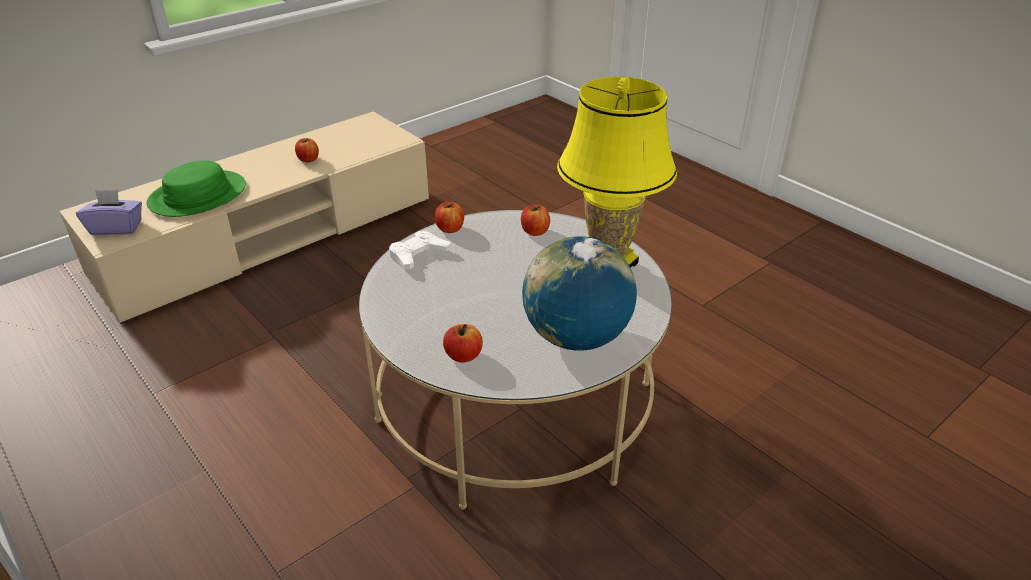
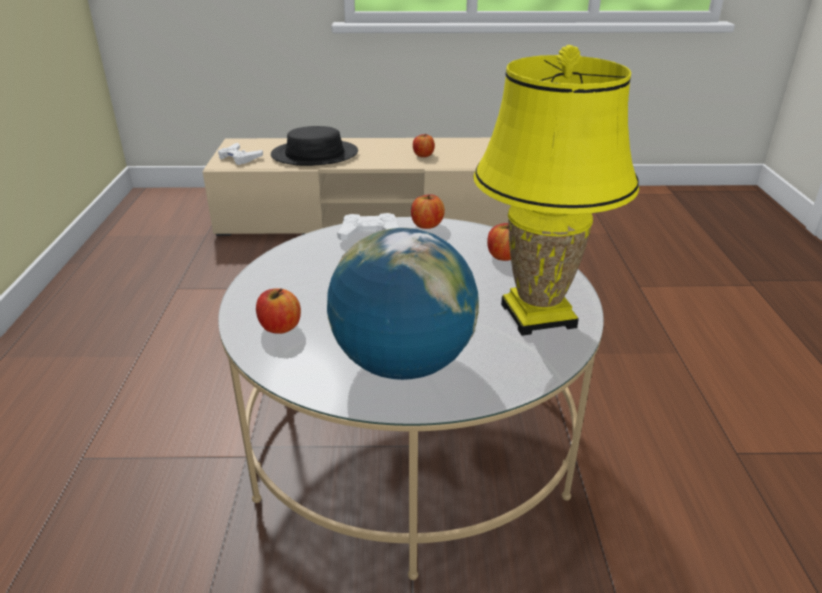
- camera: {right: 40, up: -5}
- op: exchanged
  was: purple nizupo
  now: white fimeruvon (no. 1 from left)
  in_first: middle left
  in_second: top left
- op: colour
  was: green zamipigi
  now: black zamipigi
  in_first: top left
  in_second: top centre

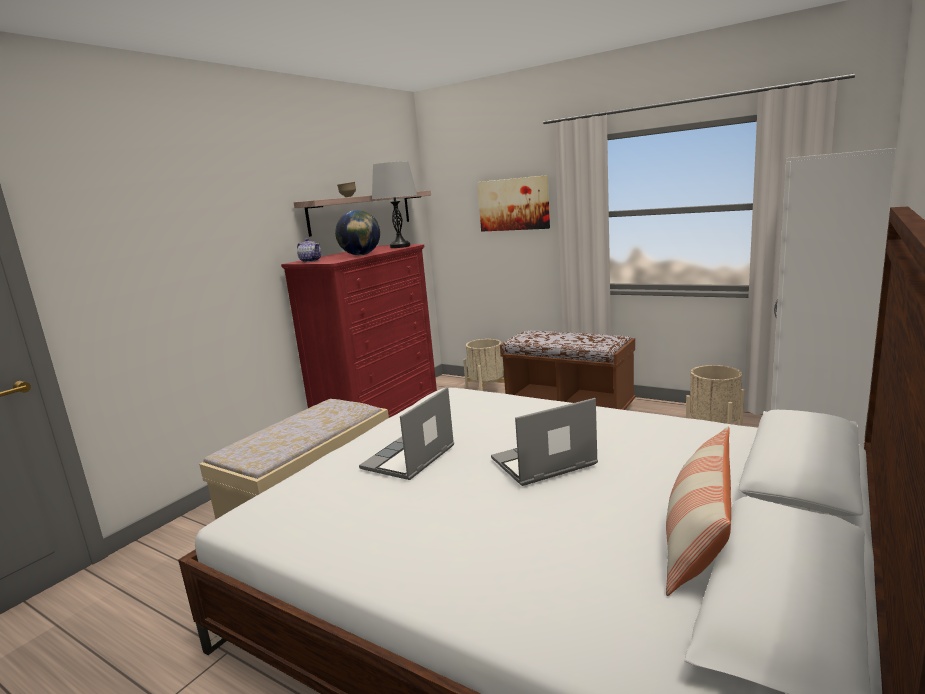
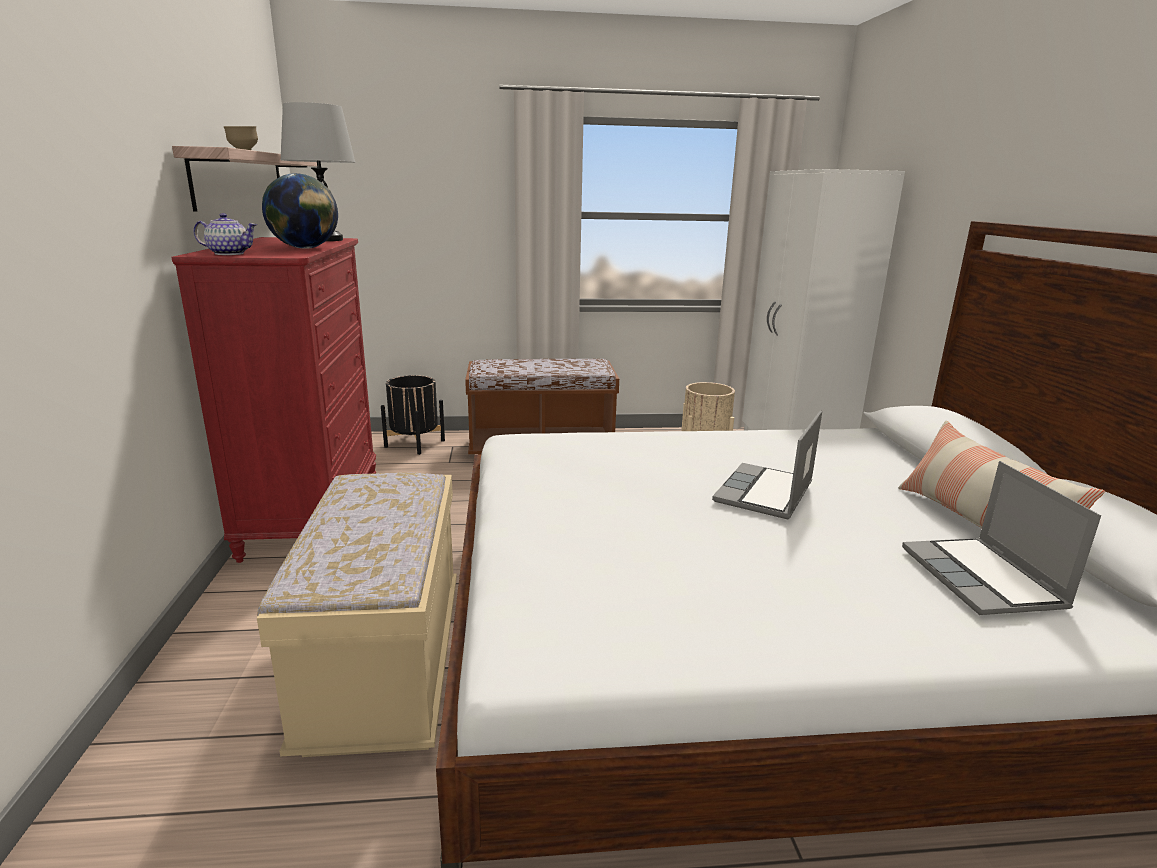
- camera: {right: -40, up: 5}
- op: relocated
  was: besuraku (no. 1 from left in the first image)
  now: besuraku (no. 2 from left)
  in_first: centre
  in_second: middle right
- op: colour
  was: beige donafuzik (no. 1 from left)
  now: black donafuzik
  in_first: centre
  in_second: centre
- op: missing
  was: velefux
  in_first: top centre

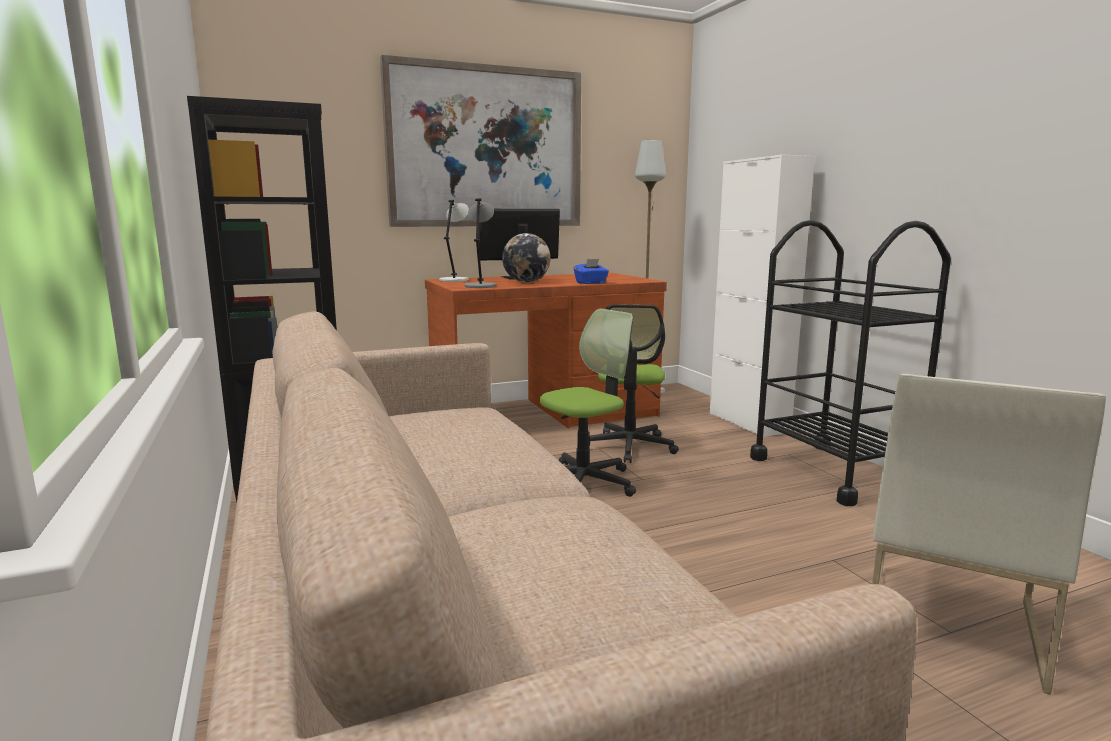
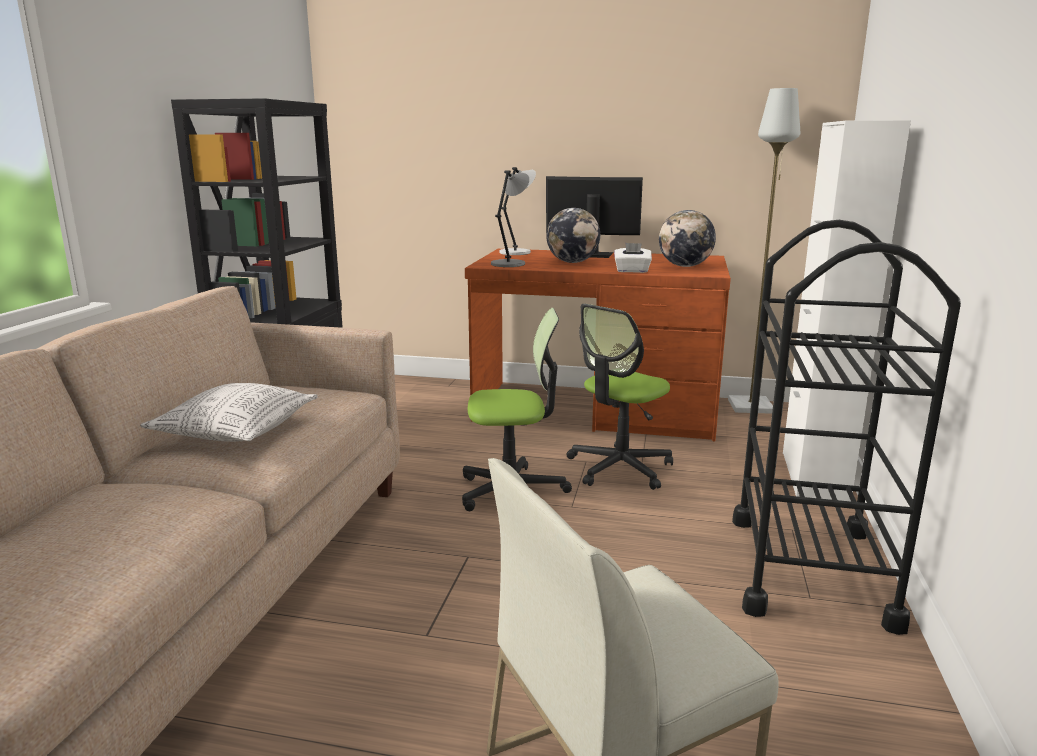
- camera: {right: 35, up: 5}
- op: missing
  was: velefux
  in_first: top centre
- op: colour
  was: blue nizupo
  now: white nizupo
  in_first: centre
  in_second: centre
- op: appeared
  now: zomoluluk
  in_second: middle left
- op: appeared
  now: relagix (no. 2 from left)
  in_second: top centre

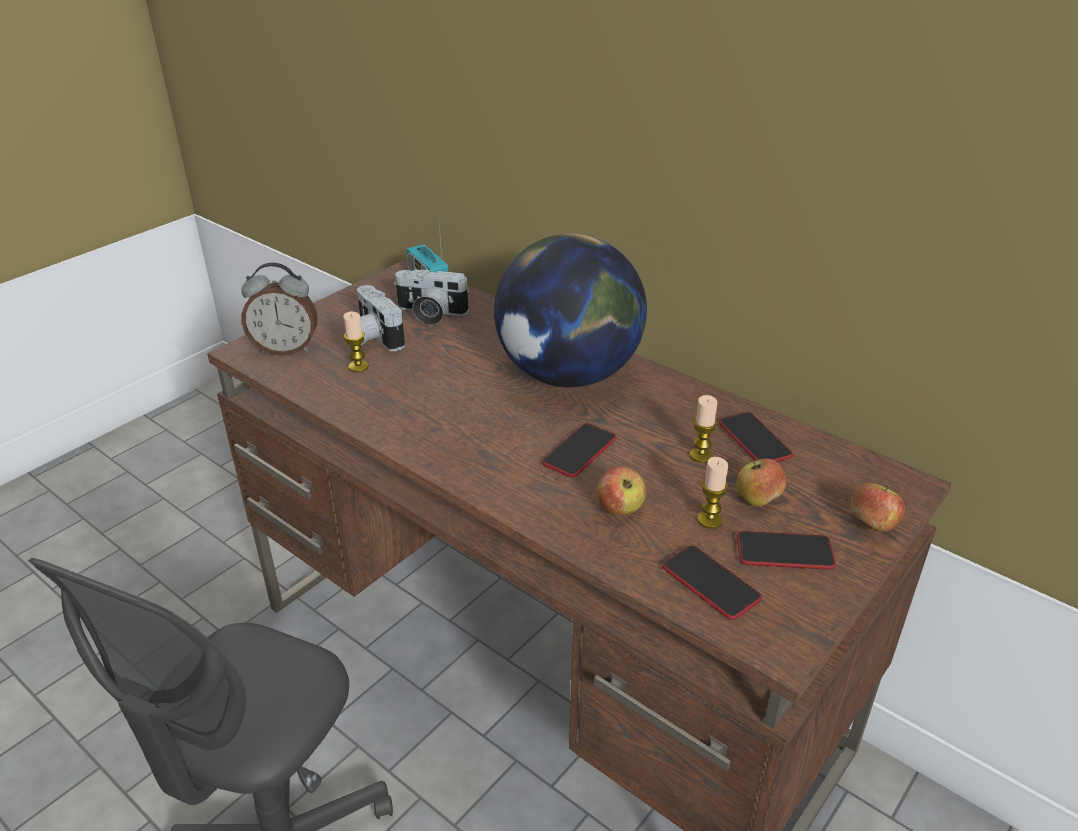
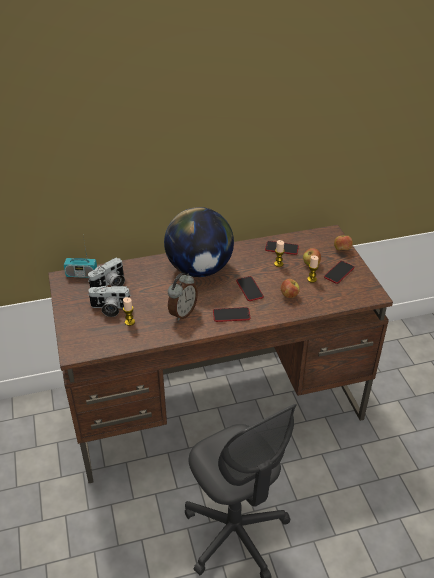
- camera: {right: -55, up: 5}
- op: relocated
  was: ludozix
  in_first: middle left
  in_second: centre
- op: relocated
  was: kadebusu (no. 2 from left in the first image)
  now: kadebusu (no. 1 from left)
  in_first: bottom centre
  in_second: centre

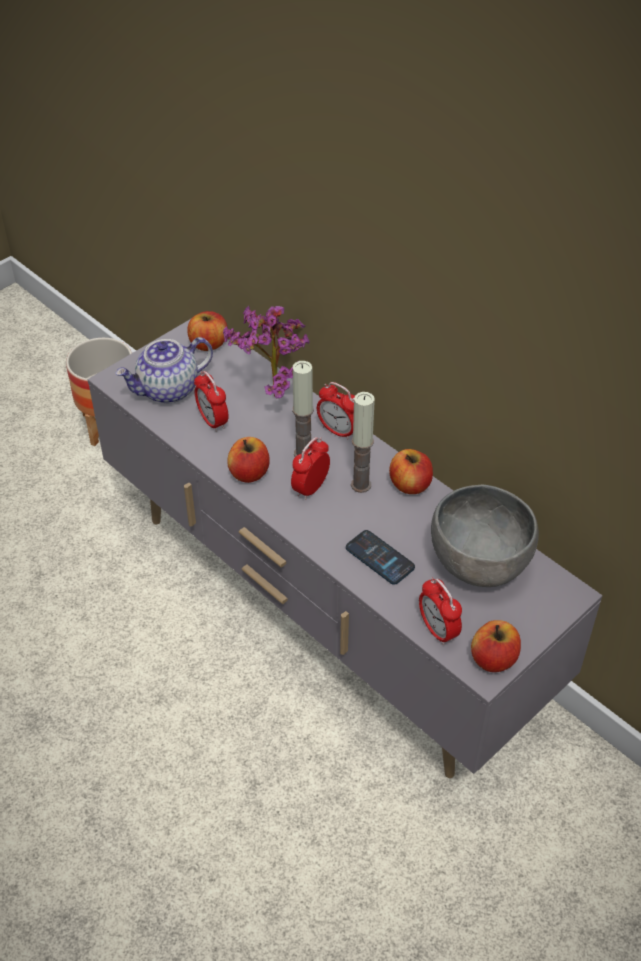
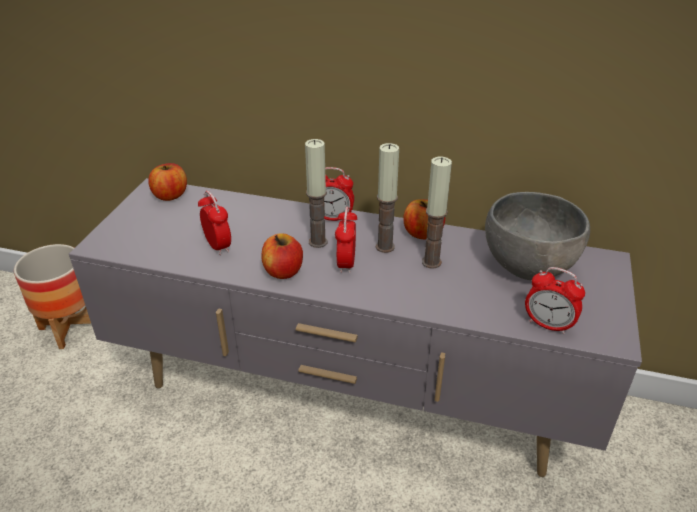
- camera: {right: -30, up: -10}
- op: missing
  was: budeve
  in_first: middle left
- op: spun
  was: ludozix (no. 1 from left)
  in_first: middle left
  in_second: middle left
  clockwise: -150
- op: missing
  was: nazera
  in_first: centre
- op: missing
  was: kadebusu
  in_first: centre
- op: missing
  was: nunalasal (no. 4 from left)
  in_first: bottom right
- op: appeared
  now: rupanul (no. 3 from left)
  in_second: centre

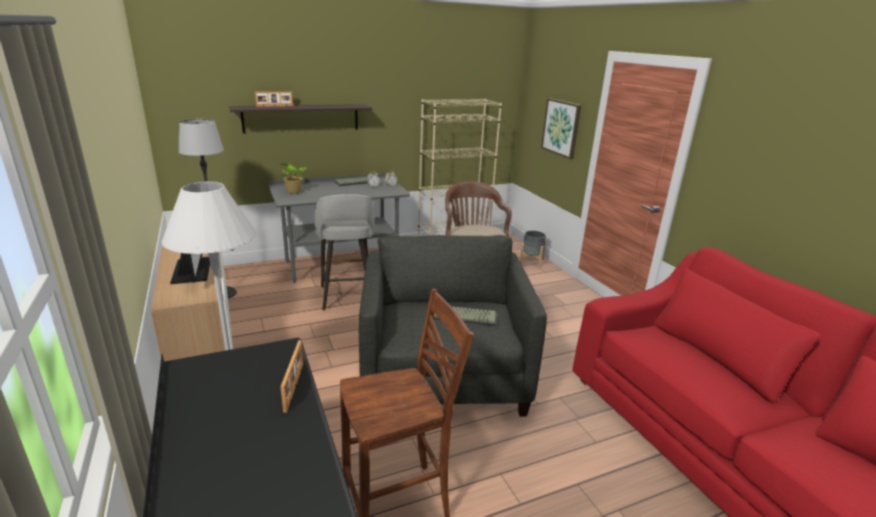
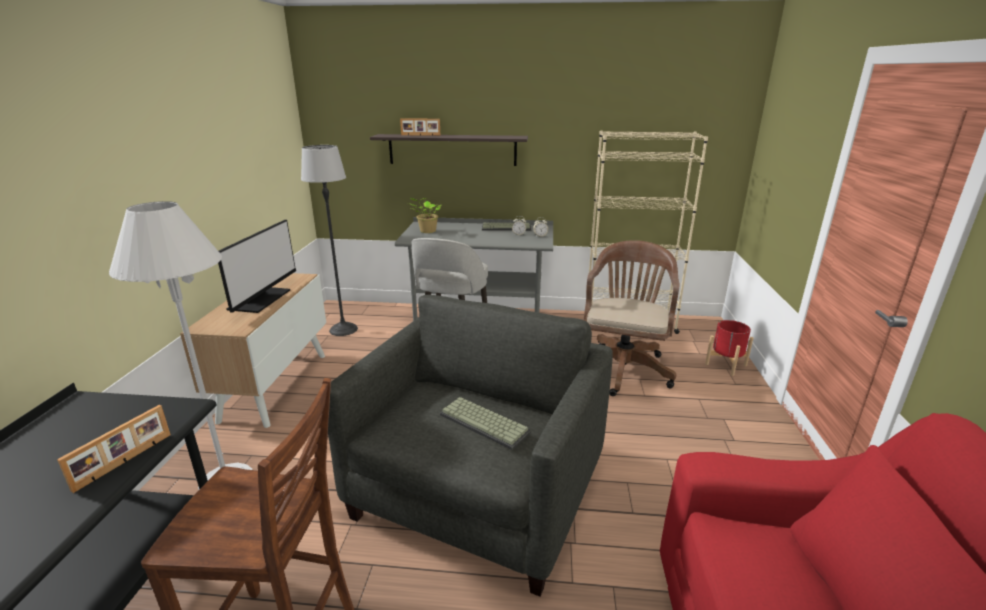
- camera: {right: 30, up: 0}
- op: colour
  was: grey donafuzik
  now: red donafuzik
  in_first: centre
  in_second: middle right
- op: missing
  was: velefux
  in_first: top centre

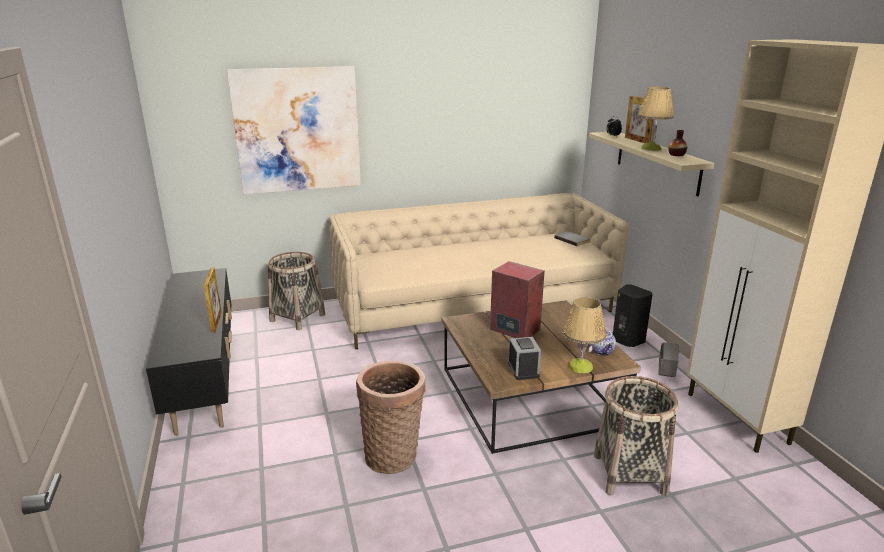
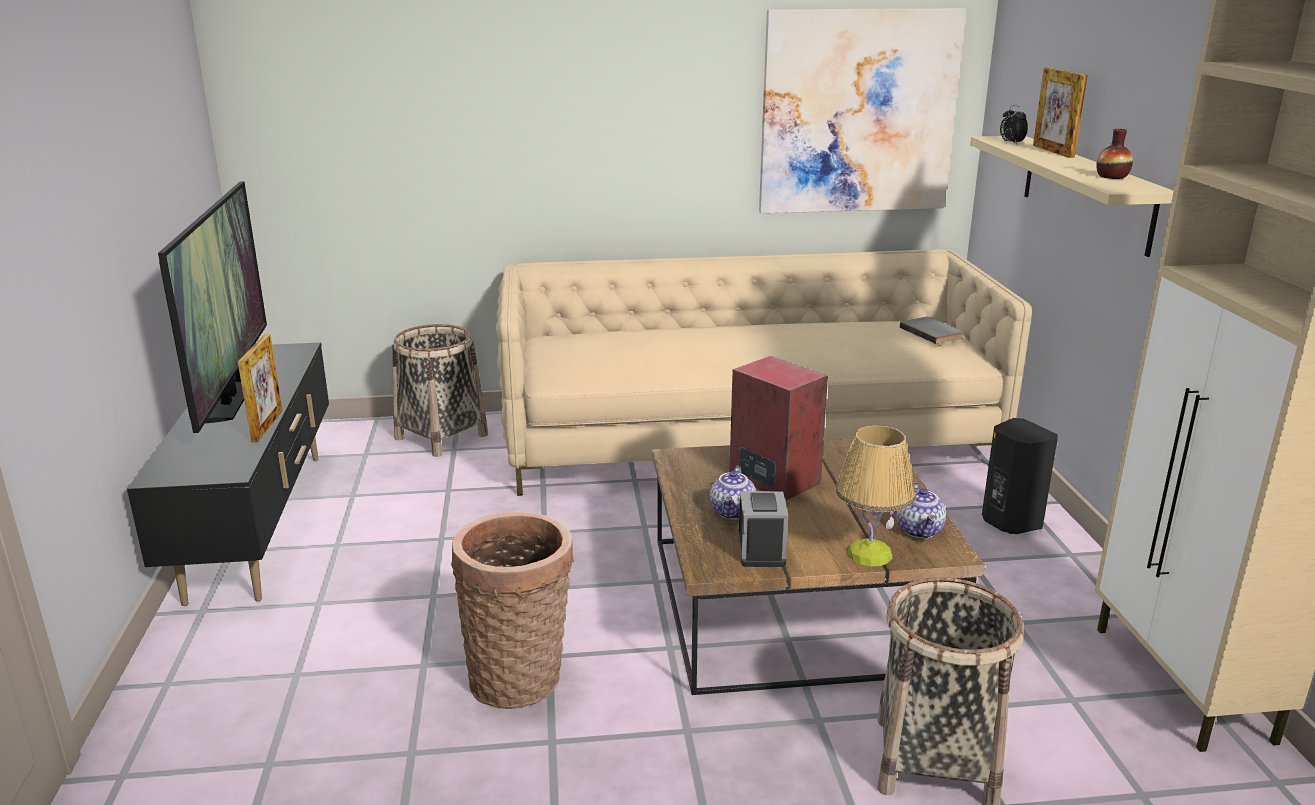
- camera: {right: 10, up: 0}
- op: relocated
  was: velefux
  in_first: top left
  in_second: top centre
- op: missing
  was: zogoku (no. 2 from left)
  in_first: top right
- op: missing
  was: grey donafuzik
  in_first: middle right
- op: appeared
  now: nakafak
  in_second: middle left
- op: appeared
  now: budeve (no. 1 from left)
  in_second: centre

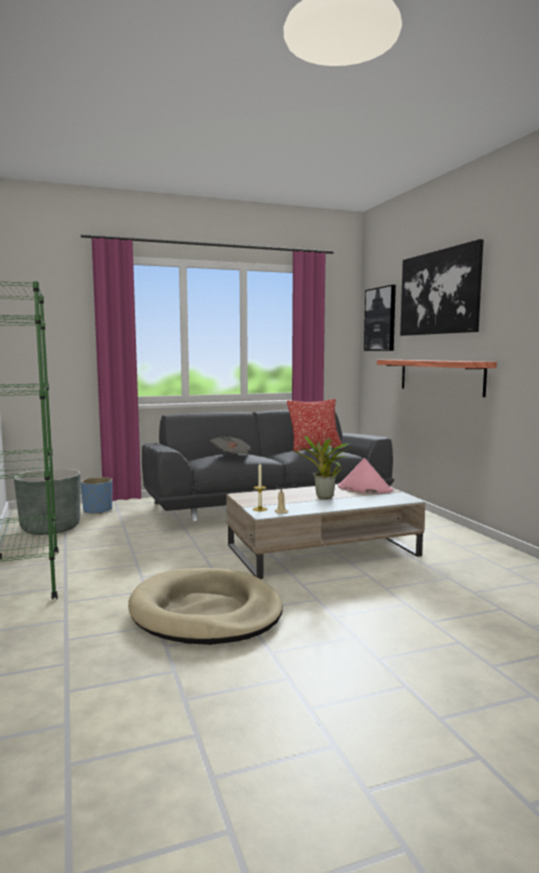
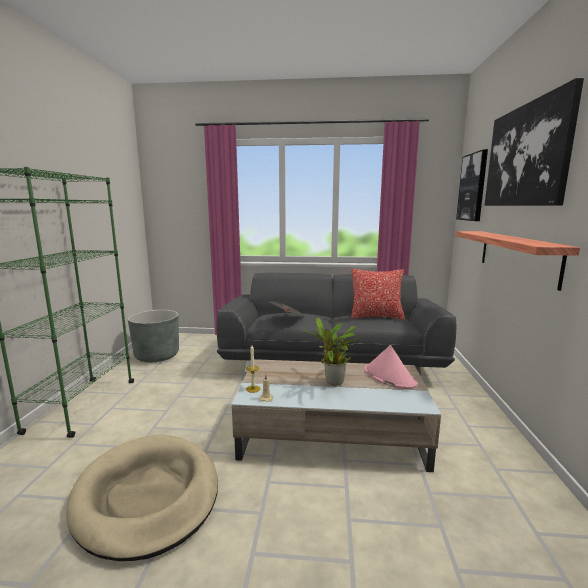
- camera: {right: 25, up: 5}
- op: missing
  was: blue donafuzik
  in_first: middle left

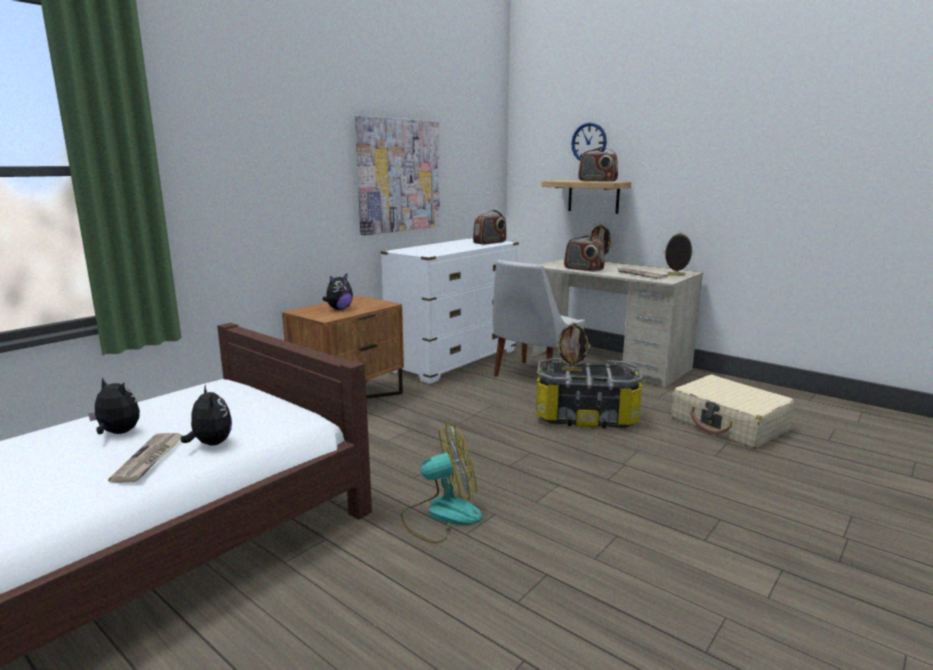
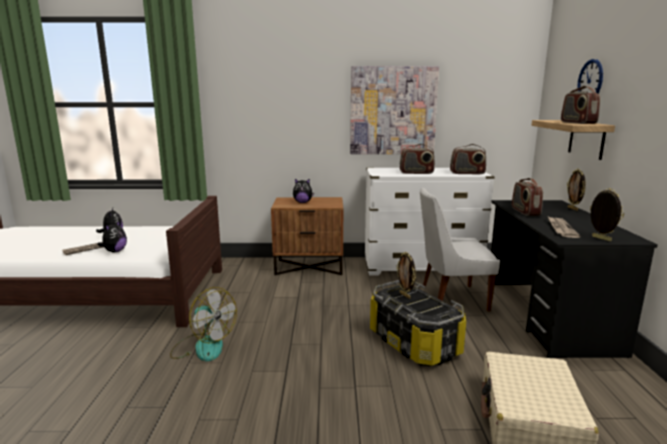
- camera: {right: 50, up: 0}
- op: colour
  was: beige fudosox
  now: black fudosox
  in_first: centre
  in_second: middle right
- op: appeared
  now: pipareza (no. 1 from left)
  in_second: centre

